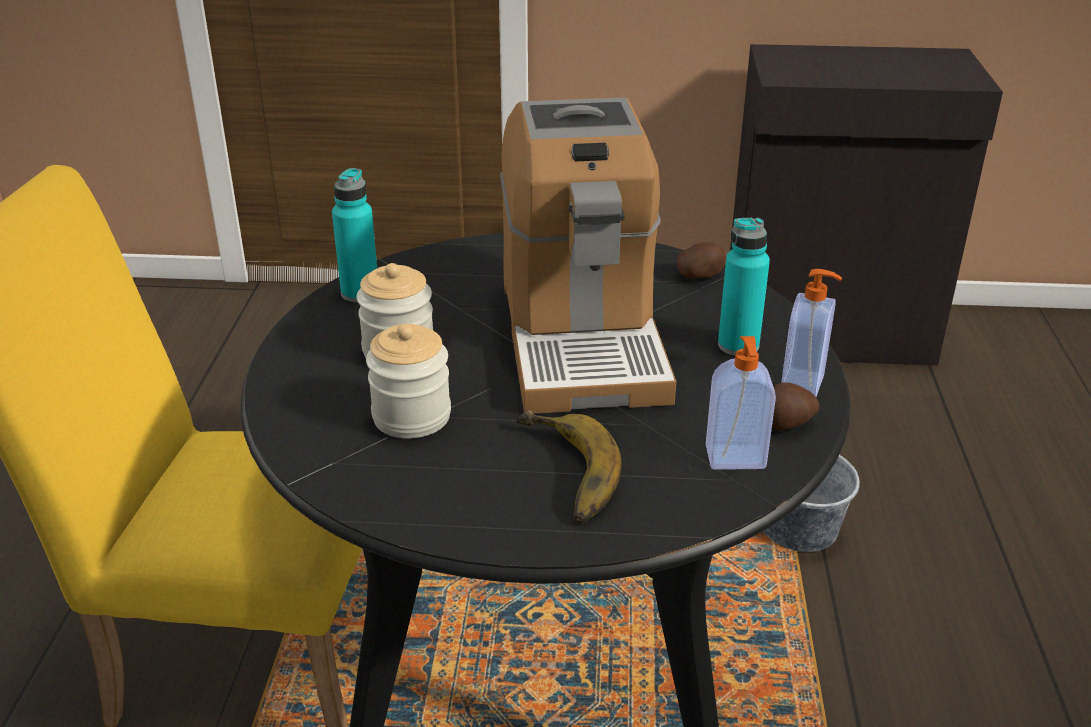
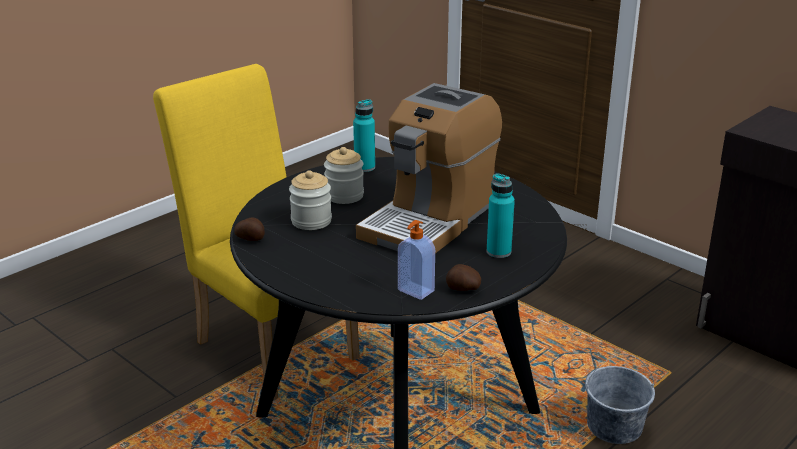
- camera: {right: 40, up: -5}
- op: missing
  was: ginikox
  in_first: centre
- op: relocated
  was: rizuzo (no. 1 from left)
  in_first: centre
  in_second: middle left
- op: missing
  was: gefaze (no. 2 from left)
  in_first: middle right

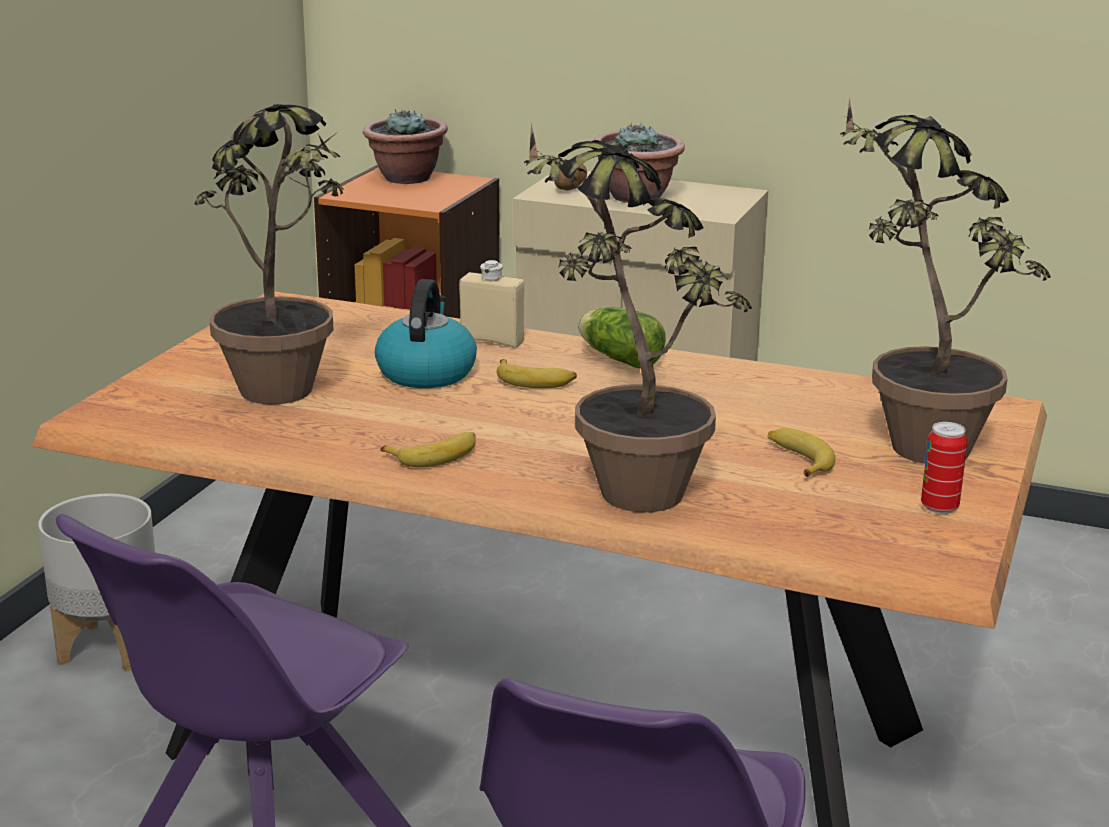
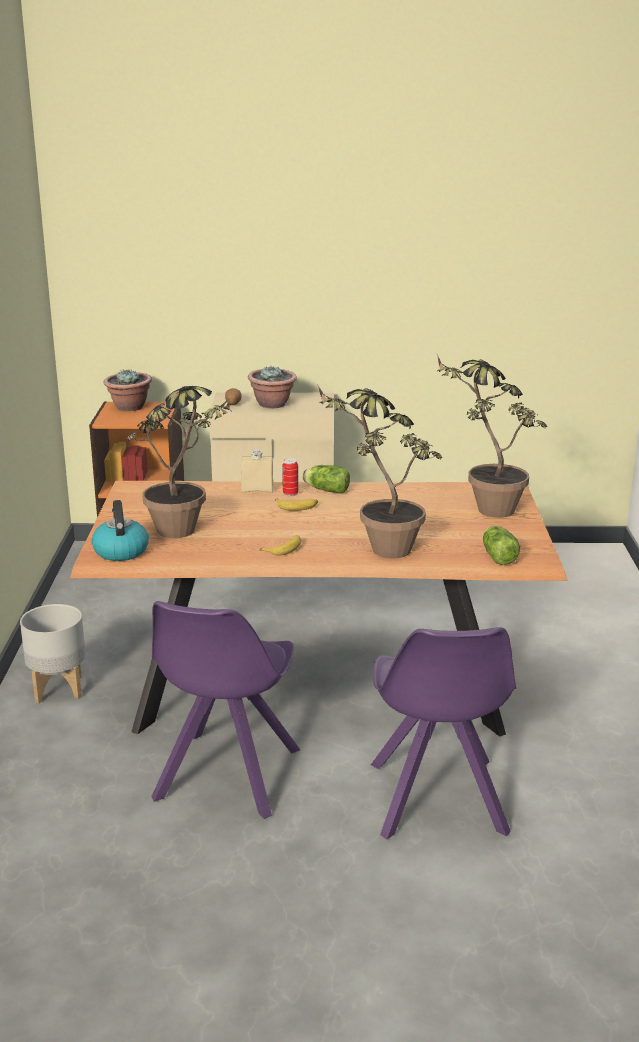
- camera: {right: -20, up: 0}
- op: relocated
  was: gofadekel
  in_first: centre
  in_second: middle left
- op: missing
  was: ginikox (no. 3 from left)
  in_first: middle right
- op: relocated
  was: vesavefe
  in_first: middle right
  in_second: centre
- op: appeared
  now: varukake (no. 2 from left)
  in_second: middle right

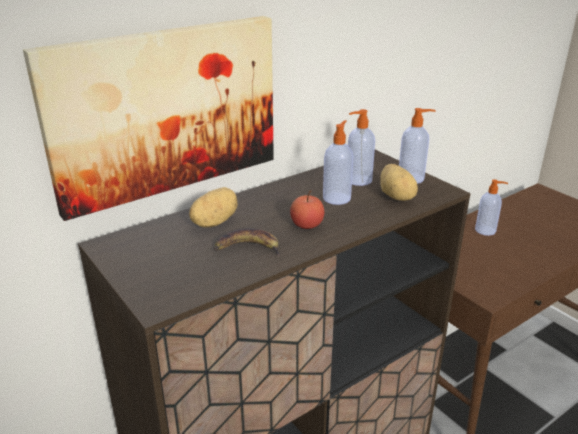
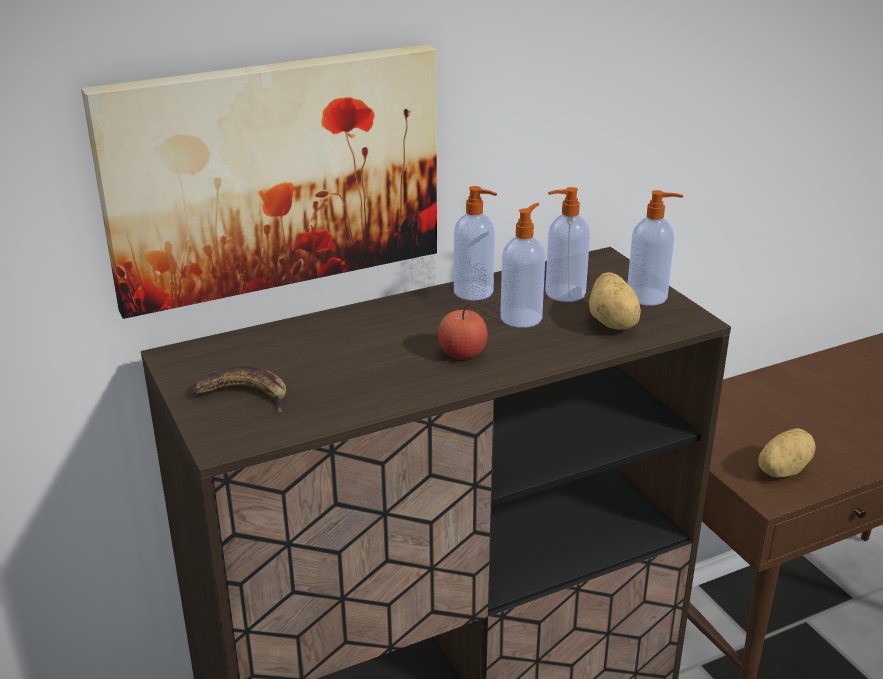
- camera: {right: 10, up: 0}
- op: relocated
  was: rizuzo (no. 1 from left in the first image)
  now: rizuzo (no. 2 from left)
  in_first: centre
  in_second: bottom right
- op: relocated
  was: ginikox
  in_first: centre
  in_second: middle left
- op: relocated
  was: gefaze (no. 4 from left in the first image)
  now: gefaze (no. 1 from left)
  in_first: middle right
  in_second: centre

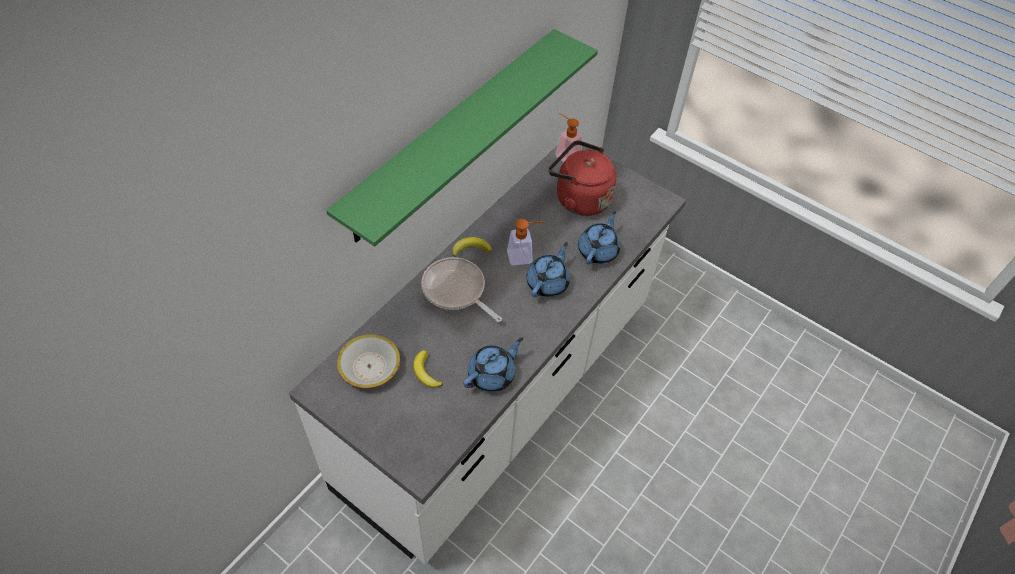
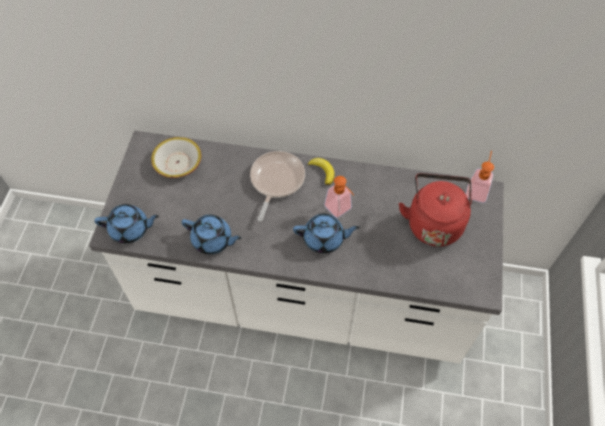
- camera: {right: 65, up: 5}
- op: missing
  was: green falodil
  in_first: top centre
- op: missing
  was: ginikox (no. 1 from left)
  in_first: centre
- op: relocated
  was: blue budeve (no. 3 from left in the first image)
  now: blue budeve (no. 1 from left)
  in_first: centre
  in_second: middle left

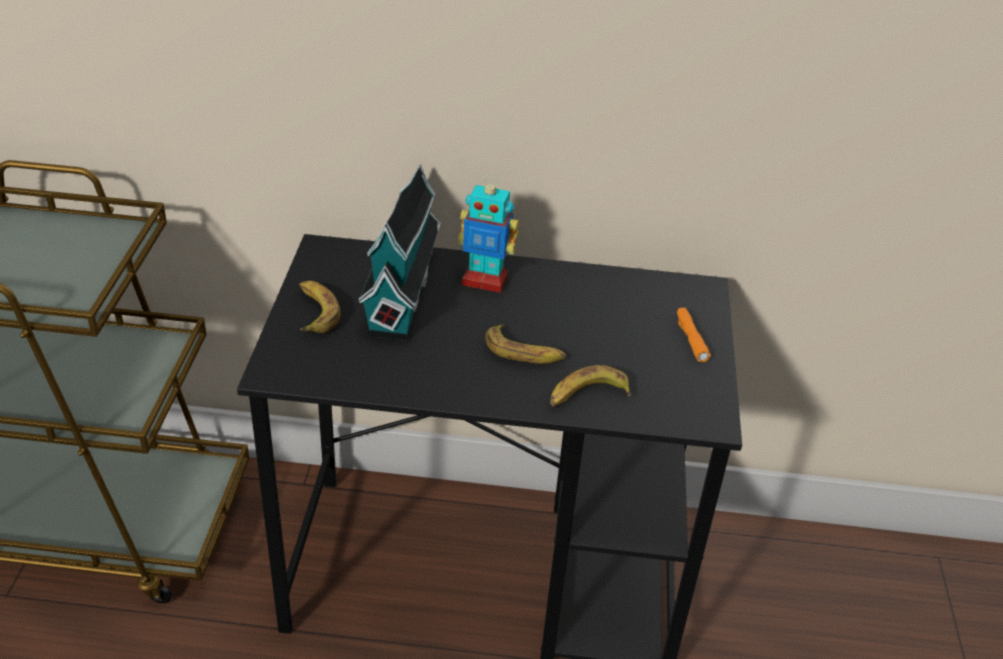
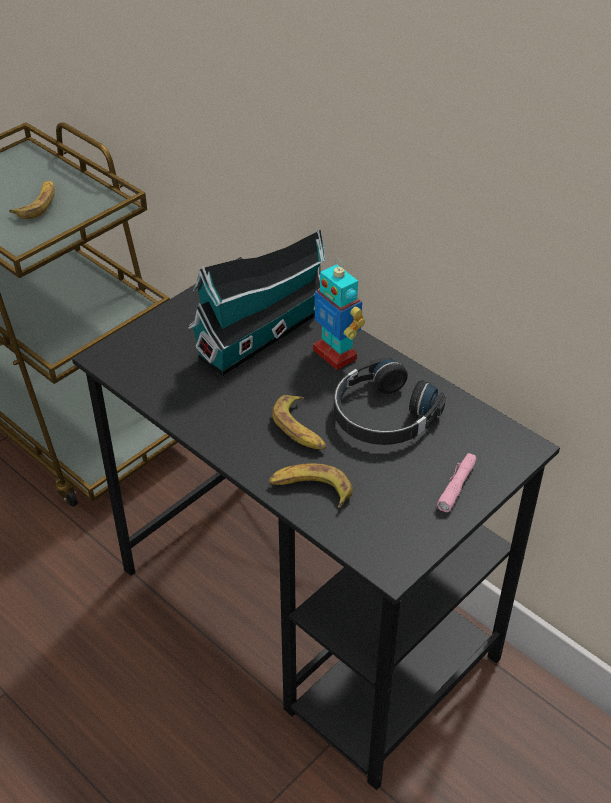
- camera: {right: 40, up: 5}
- op: relocated
  was: ginikox (no. 1 from left)
  in_first: middle left
  in_second: top left
- op: colour
  was: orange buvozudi
  now: pink buvozudi
  in_first: middle right
  in_second: middle right
- op: appeared
  now: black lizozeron
  in_second: centre

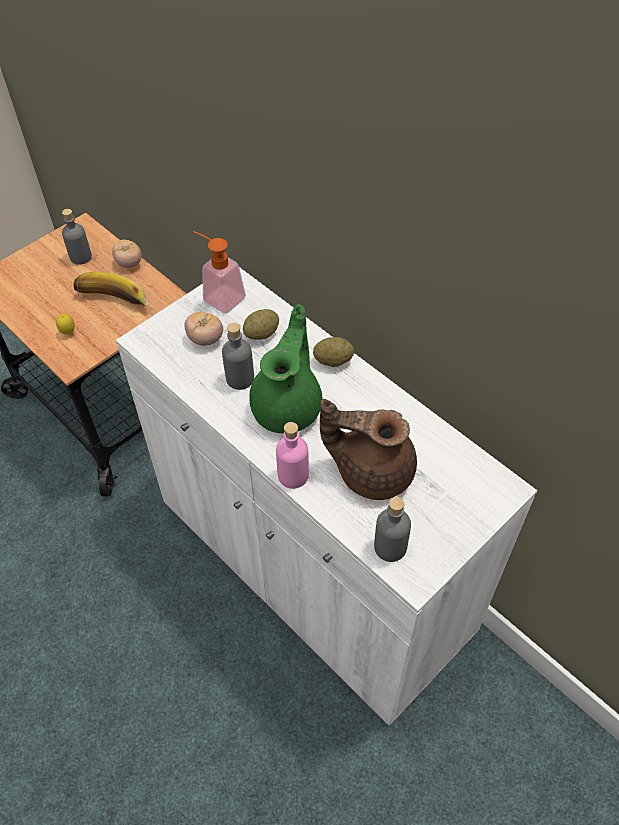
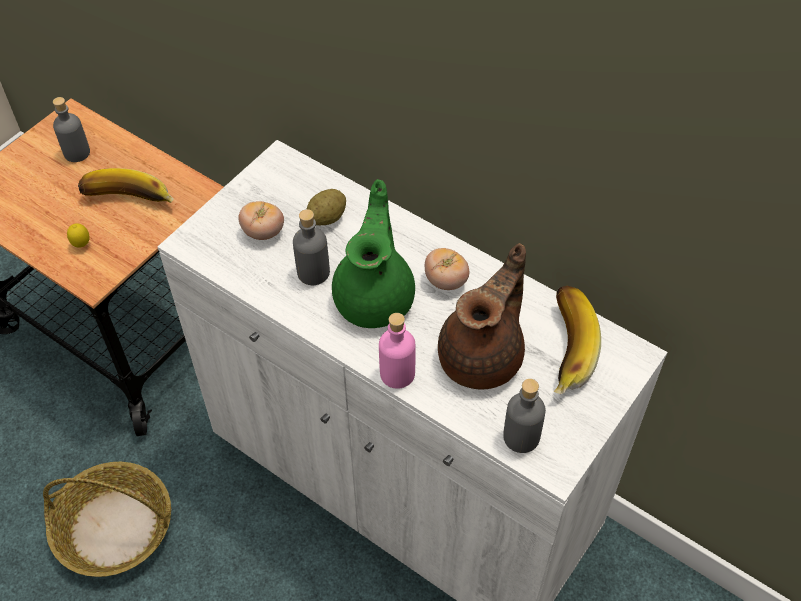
- camera: {right: -10, up: 0}
- op: relocated
  was: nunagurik (no. 1 from left in the first image)
  now: nunagurik (no. 2 from left)
  in_first: top left
  in_second: centre
- op: missing
  was: gefaze
  in_first: top centre
- op: missing
  was: rizuzo (no. 2 from left)
  in_first: centre
- op: spun
  was: brown budeve
  in_first: centre
  in_second: centre
  clockwise: 120
- op: appeared
  now: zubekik
  in_second: bottom left
- op: appeared
  now: ginikox (no. 2 from left)
  in_second: middle right

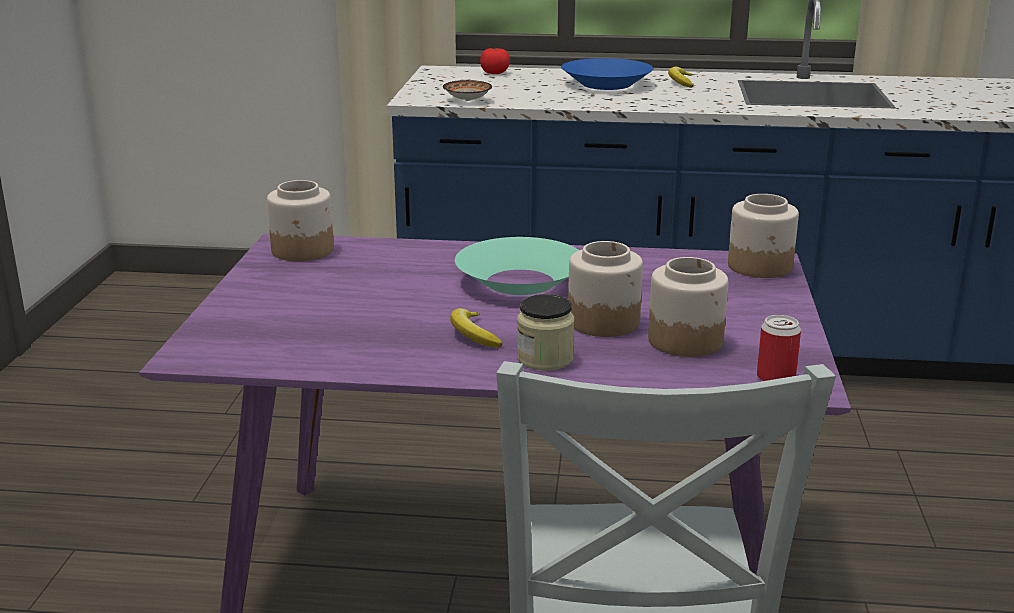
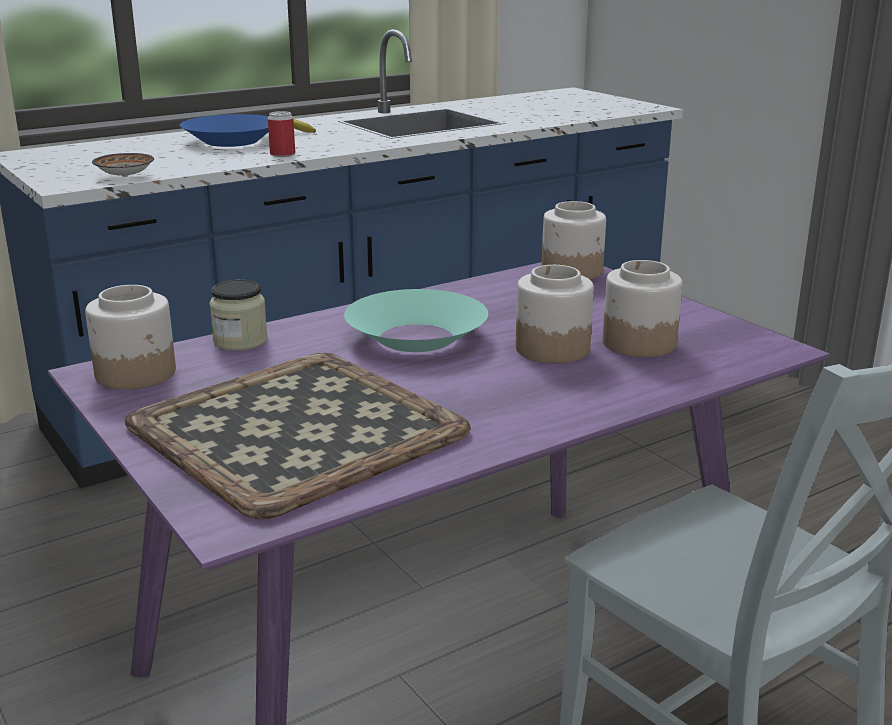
- camera: {right: -40, up: 0}
- op: missing
  was: ginikox (no. 1 from left)
  in_first: centre
- op: missing
  was: nunagurik
  in_first: top centre
- op: relocated
  was: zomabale (no. 2 from left)
  in_first: centre
  in_second: middle left
- op: relocated
  was: vesavefe
  in_first: middle right
  in_second: top left
- op: appeared
  now: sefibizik
  in_second: centre

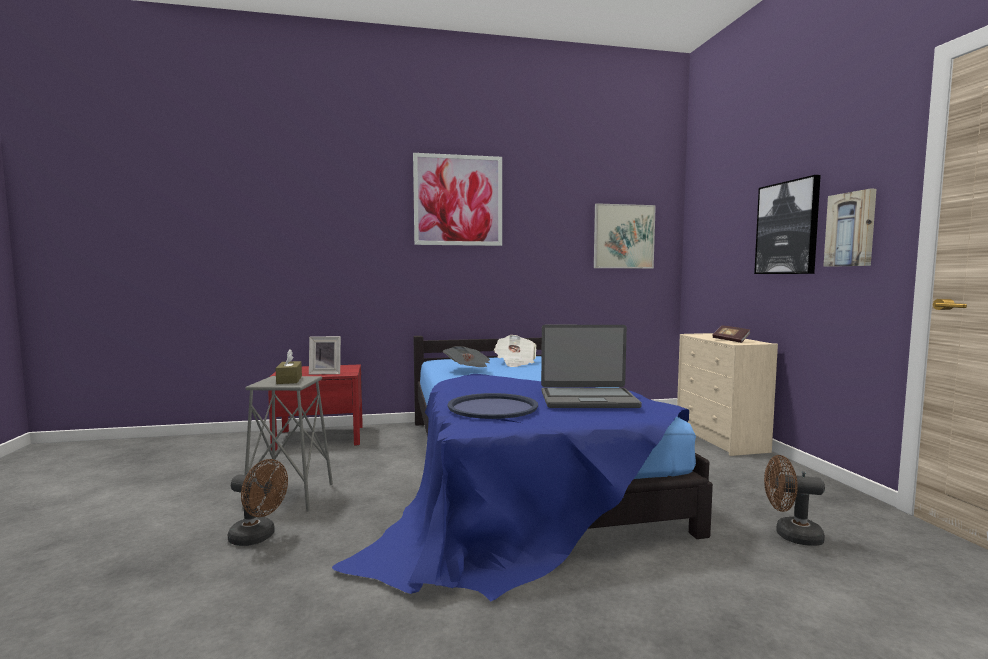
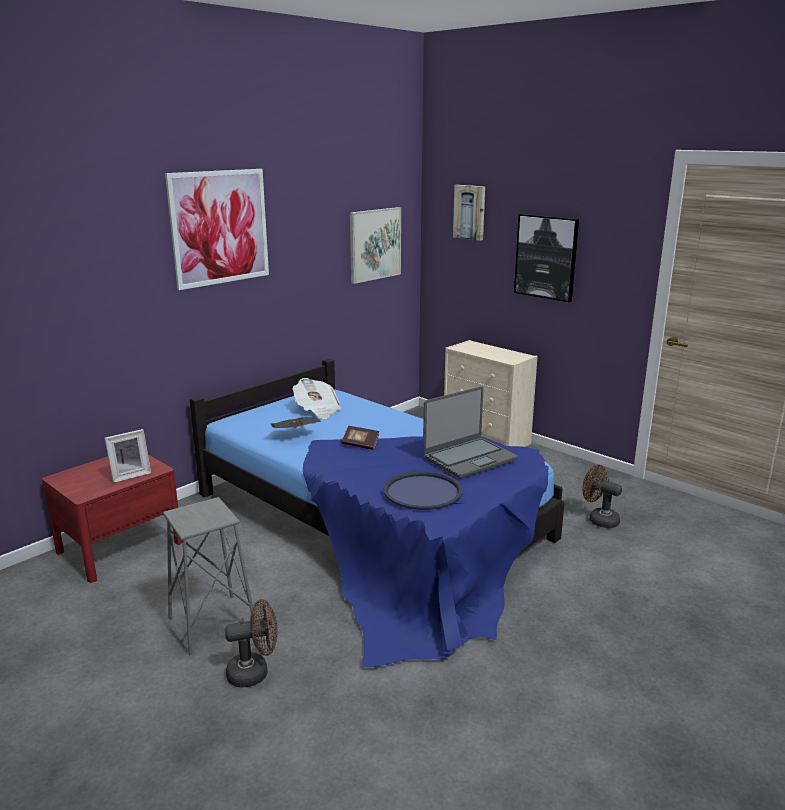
- camera: {right: -35, up: 15}
- op: missing
  was: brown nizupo
  in_first: middle left
- op: relocated
  was: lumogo
  in_first: middle right
  in_second: centre
- op: spun
  was: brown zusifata (no. 2 from left)
  in_first: bottom right
  in_second: middle right
  clockwise: 60
- op: relocated
  was: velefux (no. 4 from left in the first image)
  now: velefux (no. 3 from left)
  in_first: middle right
  in_second: top centre

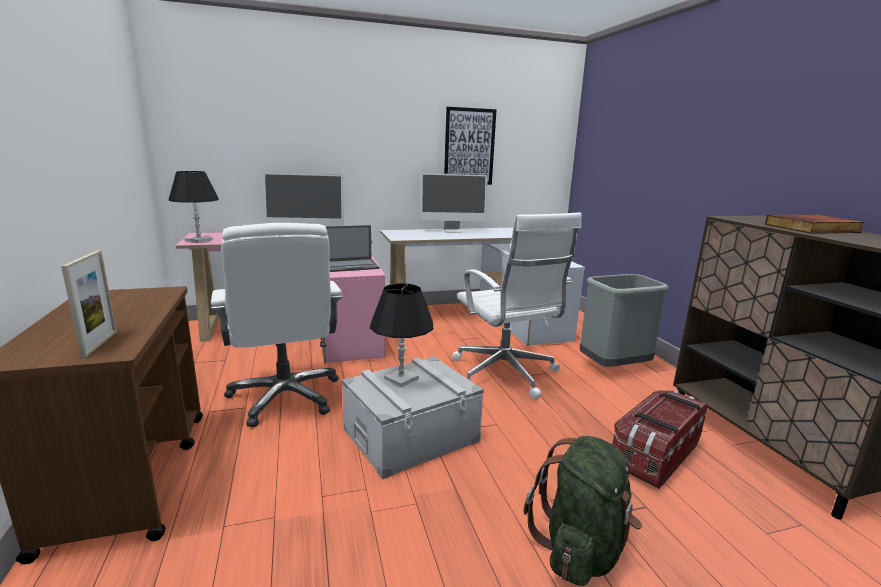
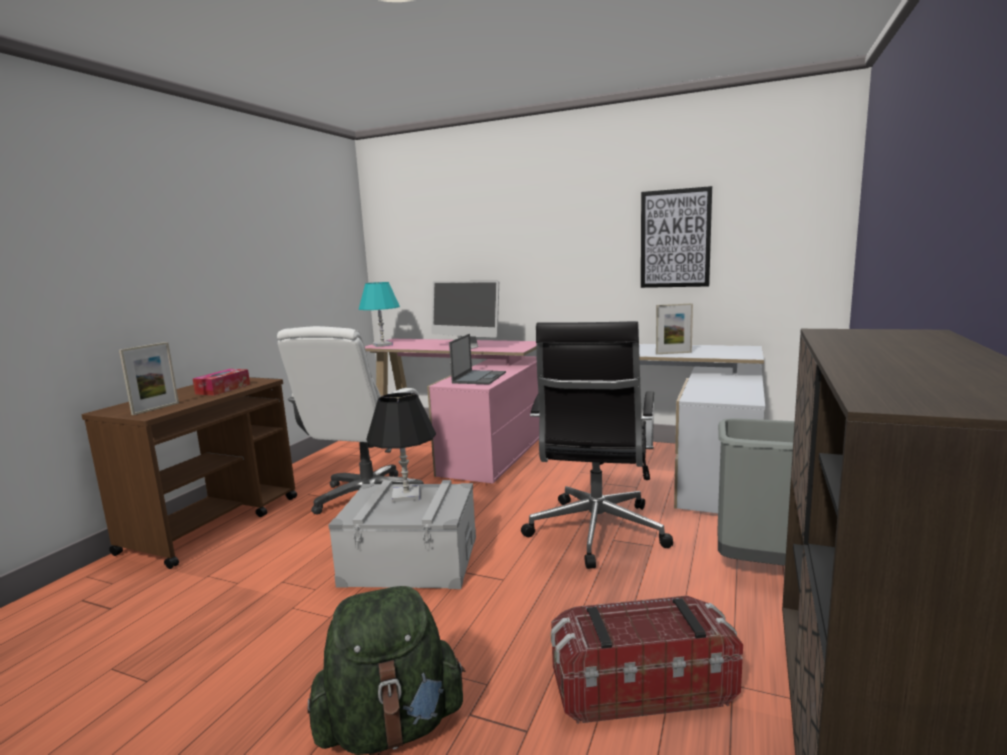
- camera: {right: 40, up: -5}
- op: colour
  was: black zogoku (no. 1 from left)
  now: turquoise zogoku
  in_first: middle left
  in_second: centre
- op: spun
  was: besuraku
  in_first: centre
  in_second: centre
  clockwise: -90
- op: missing
  was: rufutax (no. 2 from left)
  in_first: centre
- op: colour
  was: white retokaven (no. 2 from left)
  now: black retokaven
  in_first: centre
  in_second: centre
- op: missing
  was: lumogo
  in_first: middle right
- op: appeared
  now: nizupo
  in_second: middle left
- op: appeared
  now: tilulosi (no. 2 from left)
  in_second: middle right

